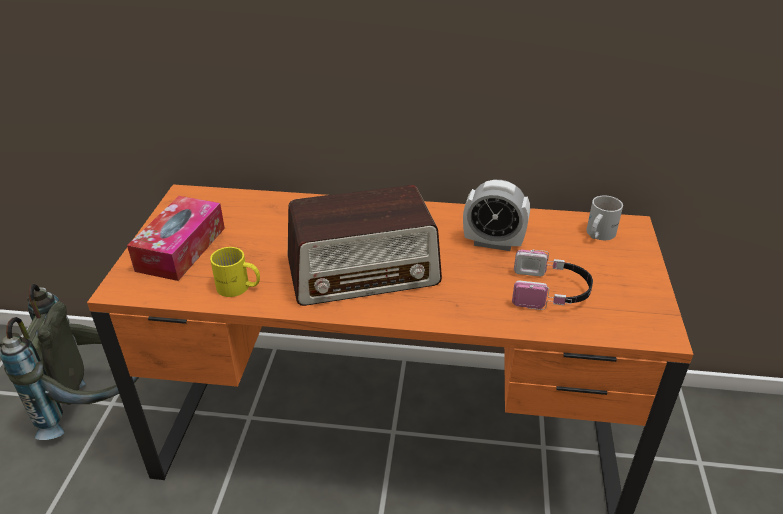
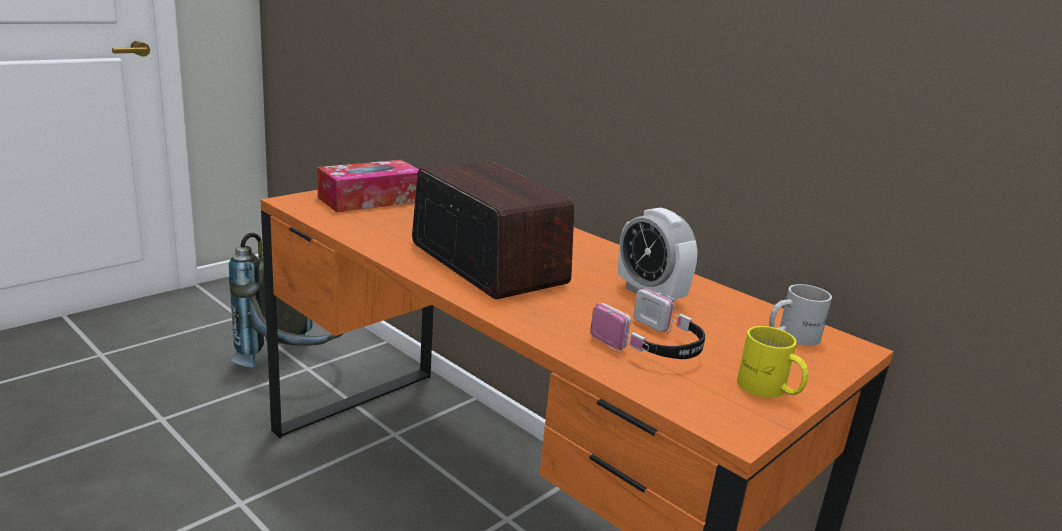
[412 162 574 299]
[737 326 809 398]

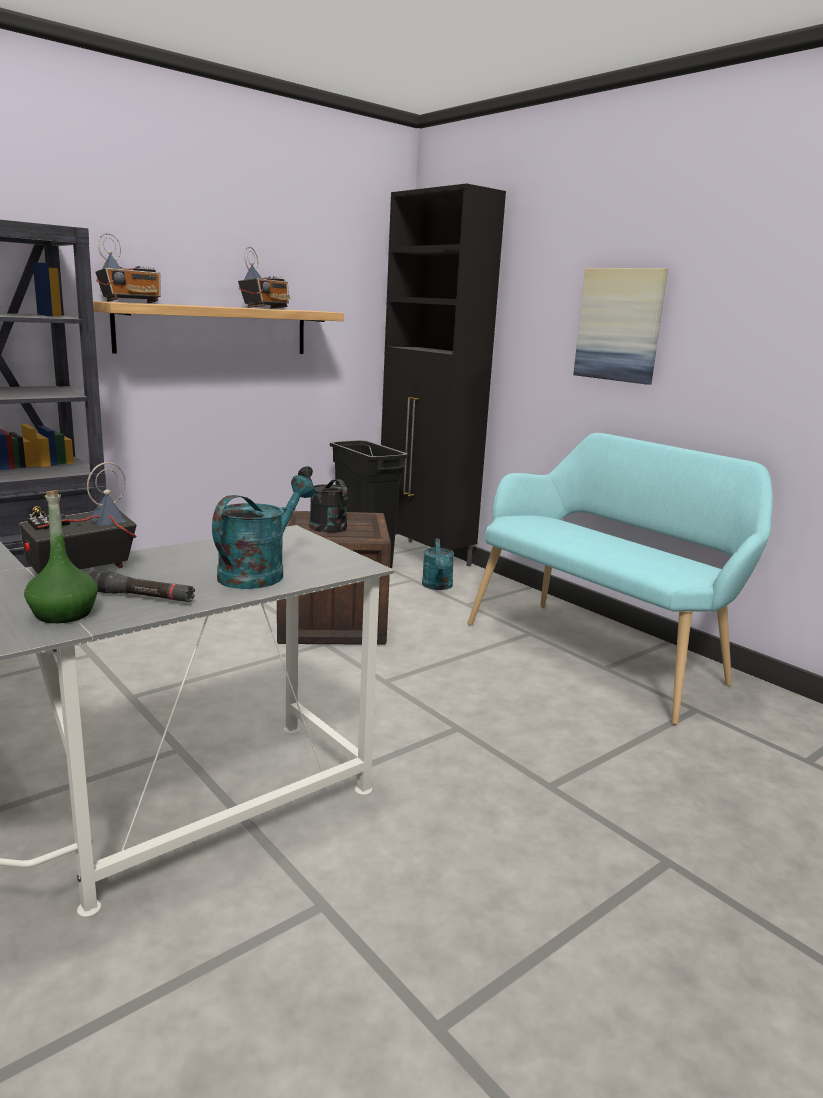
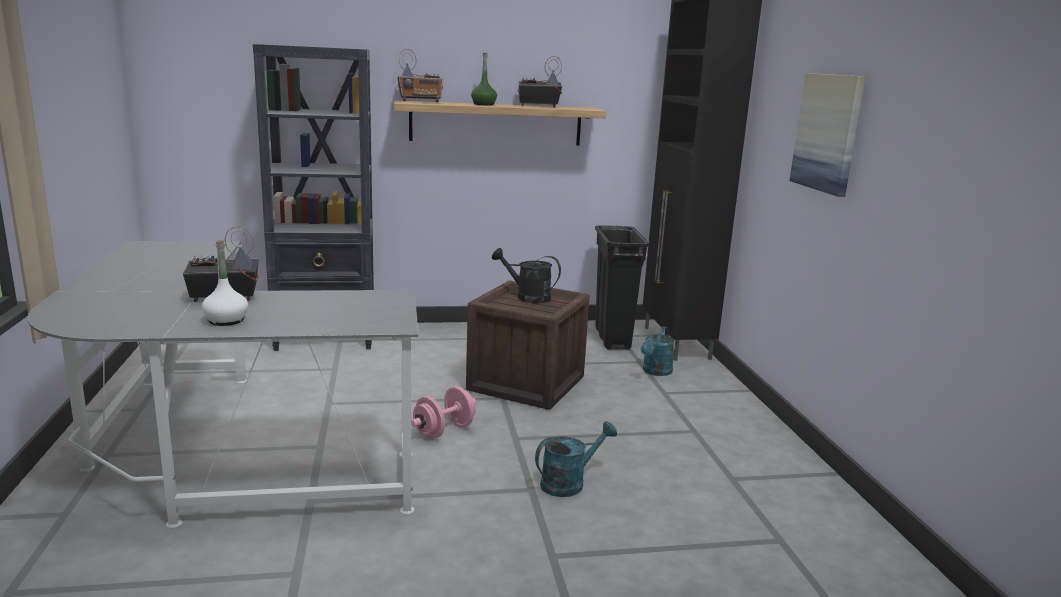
[518 56 562 108]
[468 433 773 725] (first image)
[492 248 561 303]
[535 421 617 497]
[471 53 497 106]
[202 240 248 326]
[411 386 476 439]

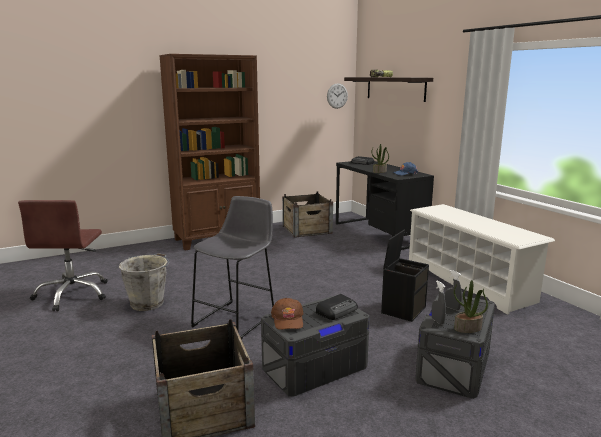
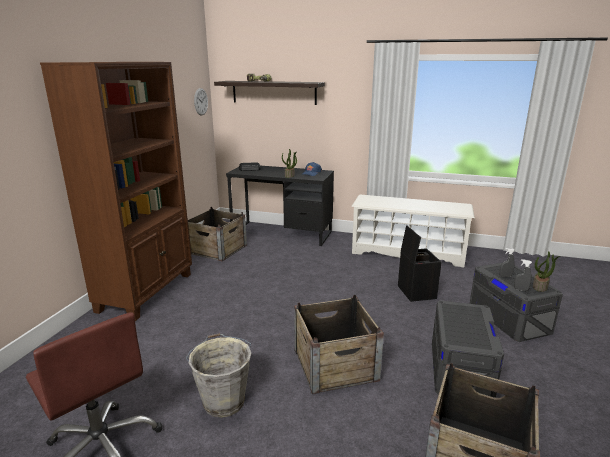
[294 295 384 394]
[316 294 358 320] (first image)
[271 298 303 330] (first image)

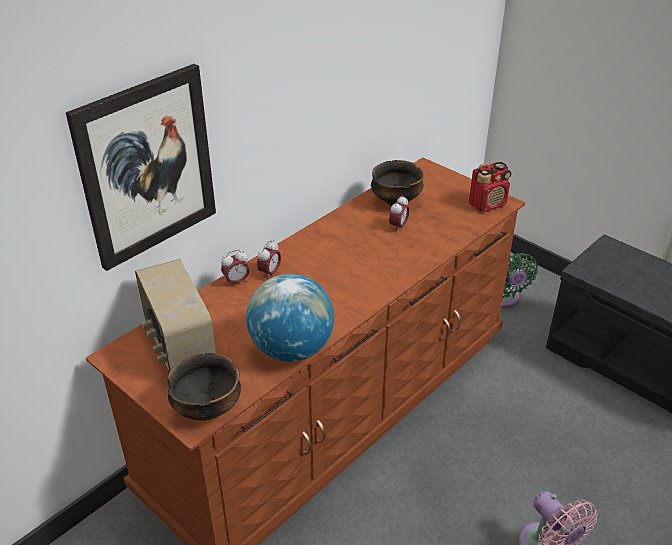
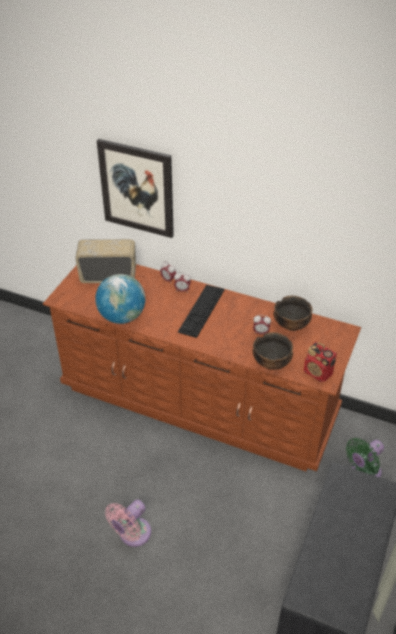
[75 239 136 283]
[253 332 293 370]
[178 285 225 338]

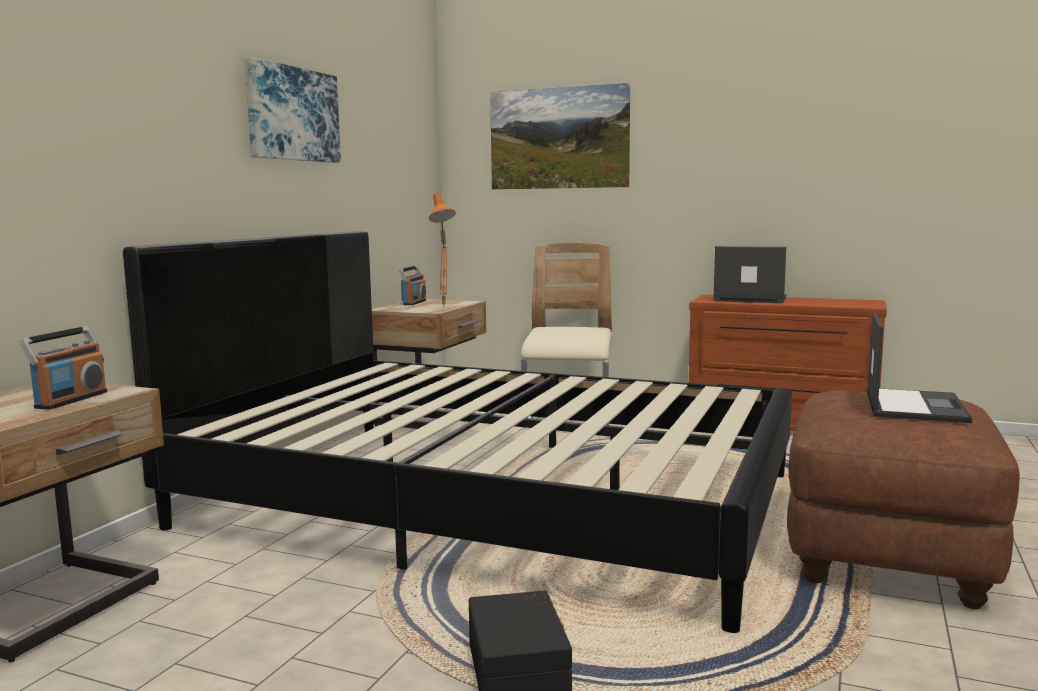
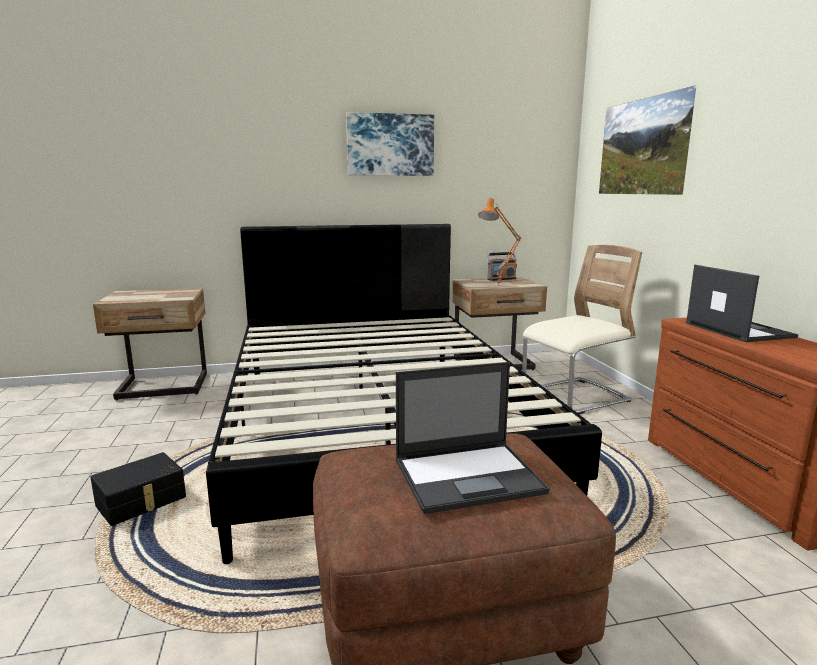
[19 326 107 410] (first image)

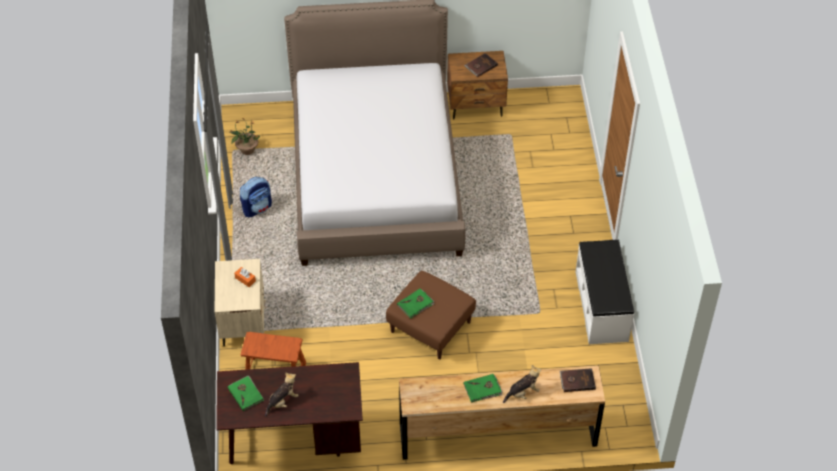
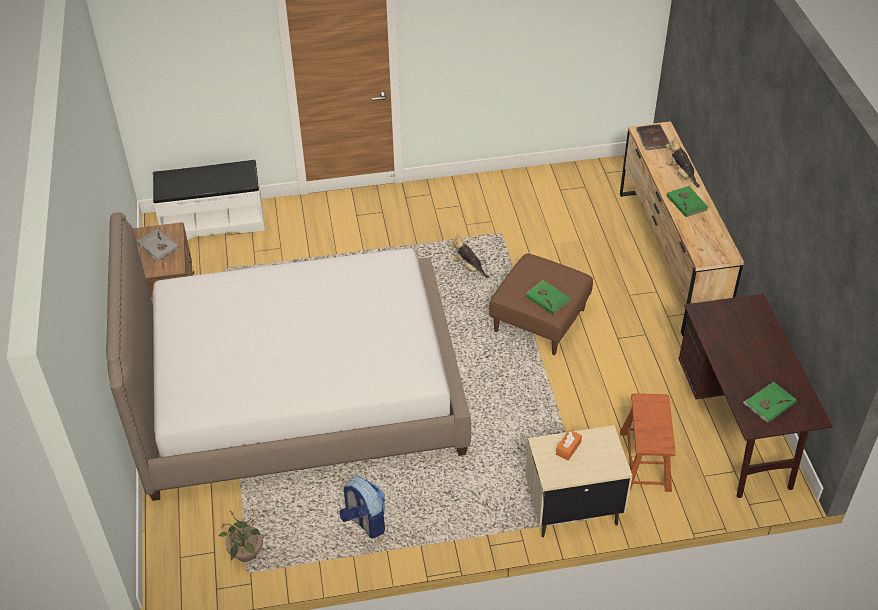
[137 229 179 262]
[153 160 265 240]
[450 234 489 278]

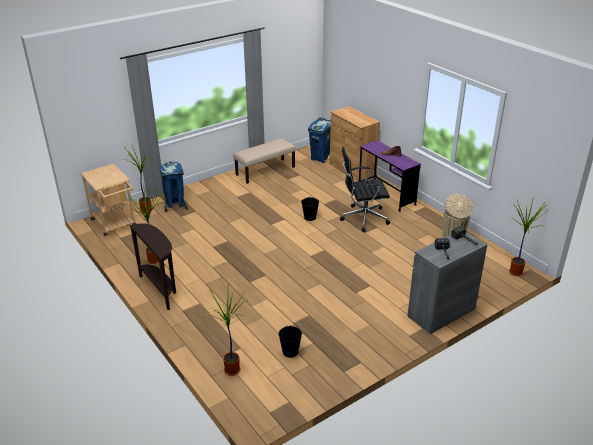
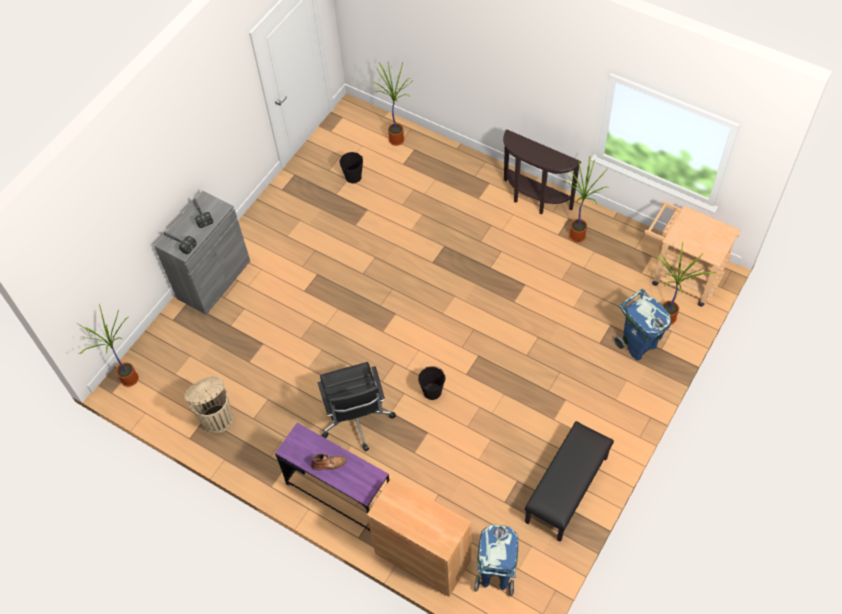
[525 421 614 542]
[318 362 396 451]

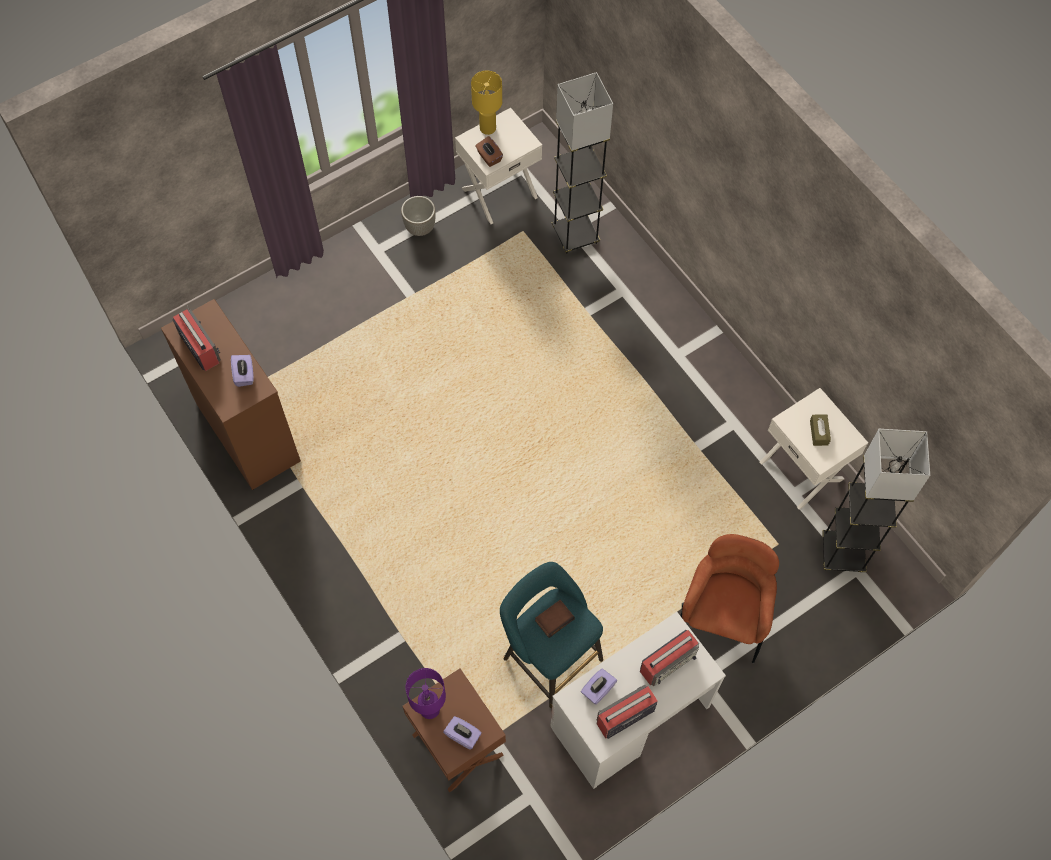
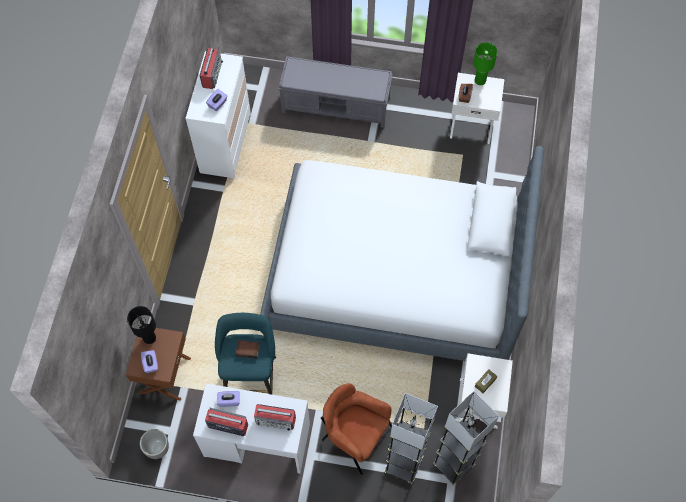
[473 42 498 85]
[384 393 438 484]
[140 429 169 459]
[185 51 251 178]
[321 383 392 475]
[127 306 156 344]
[278 56 393 128]
[260 146 544 361]

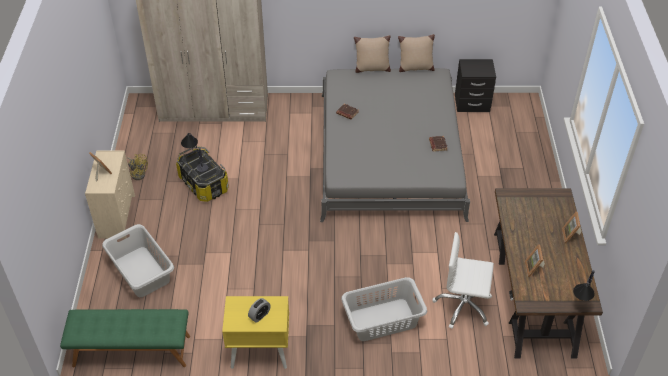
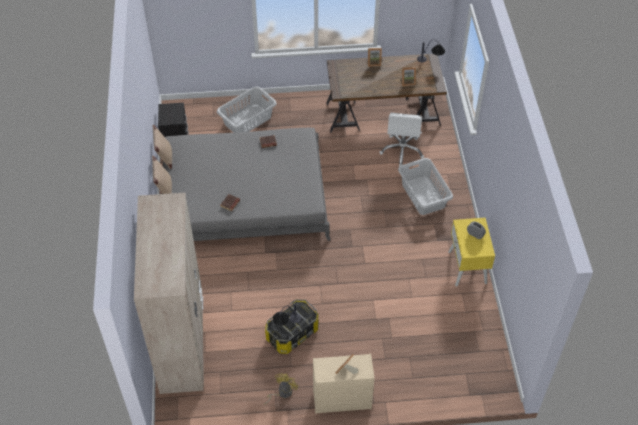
[217 87 277 133]
[60 309 190 367] (first image)

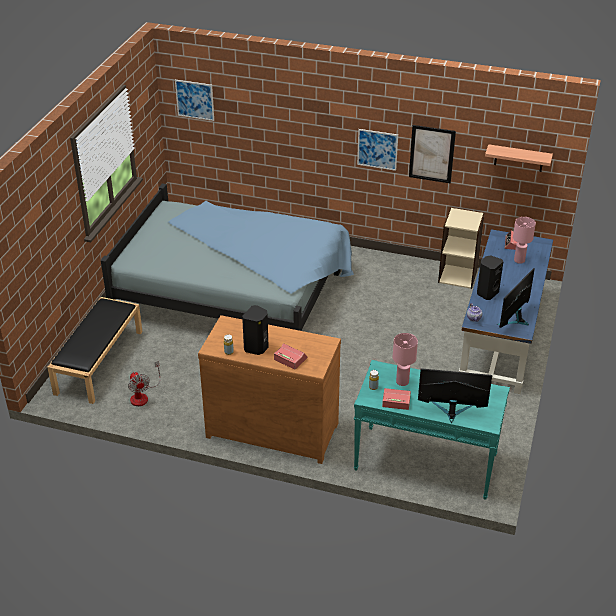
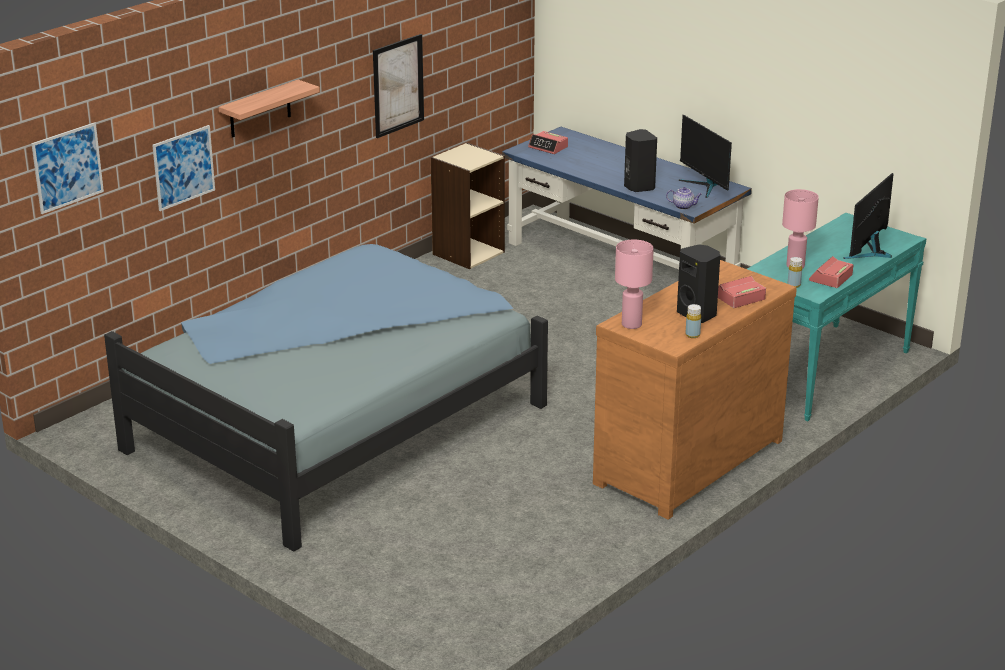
[152 125 215 211]
[219 80 320 138]
[615 239 654 329]
[47 297 143 404] (first image)
[128 361 160 406] (first image)

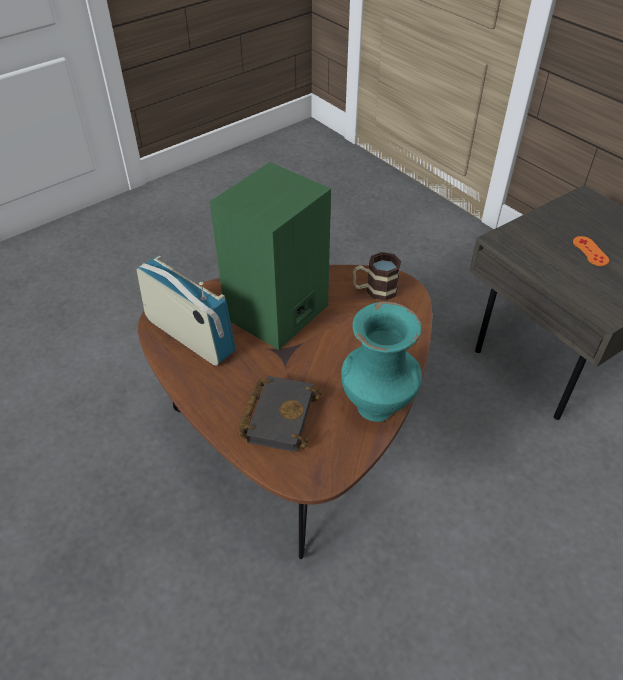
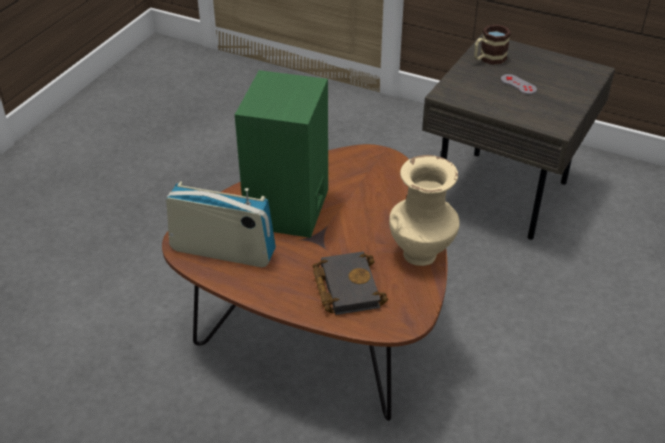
[501 74 537 94]
[474 24 511 65]
[389 155 460 266]

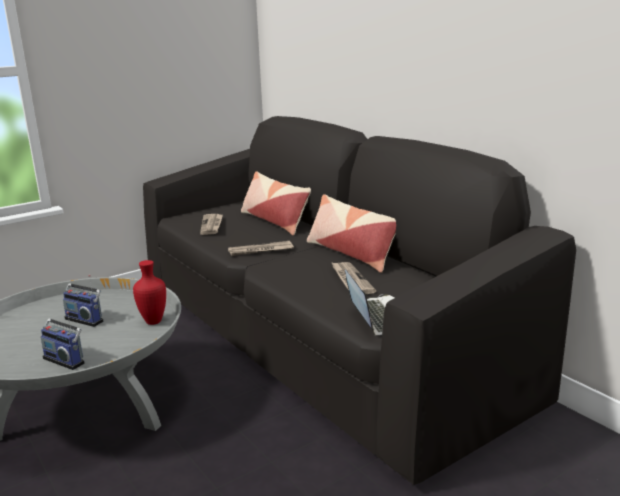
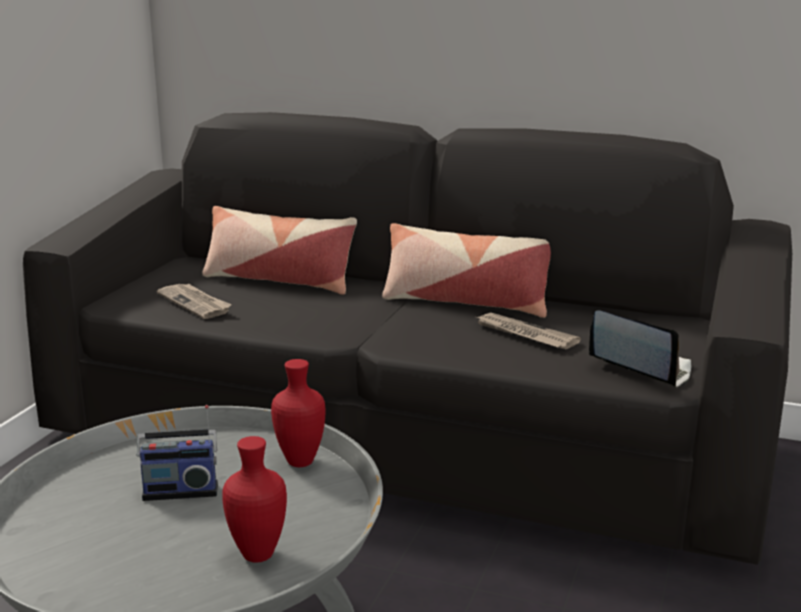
[228 241 294 256] (first image)
[222 436 287 563]

